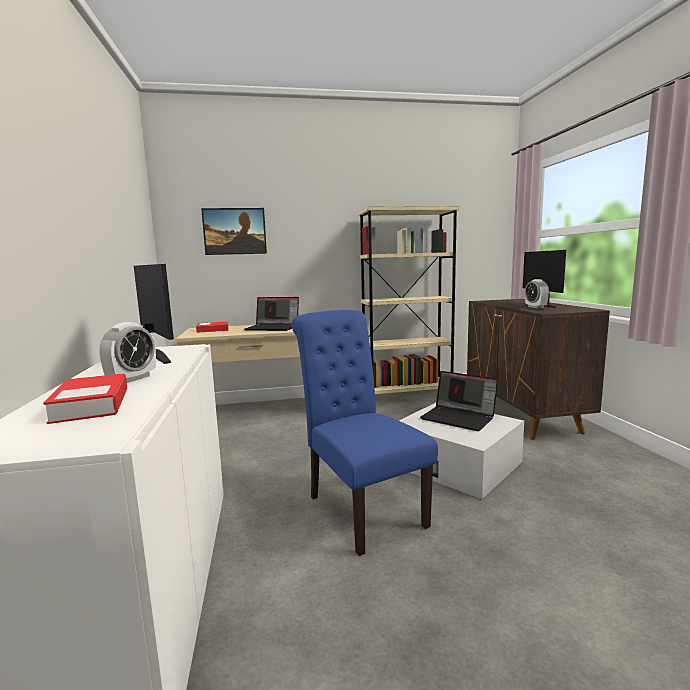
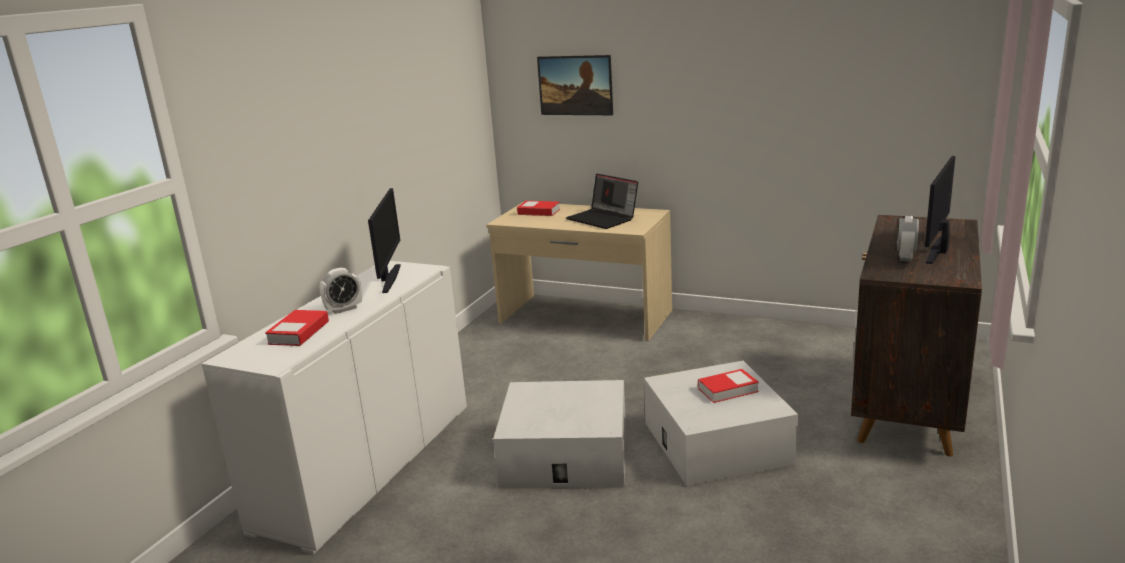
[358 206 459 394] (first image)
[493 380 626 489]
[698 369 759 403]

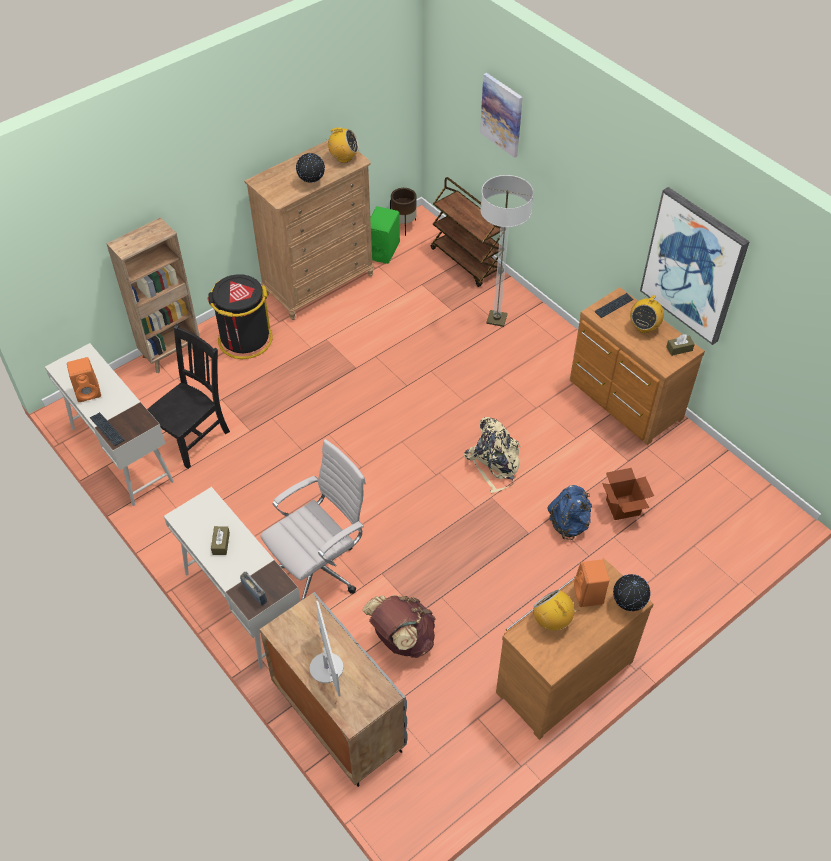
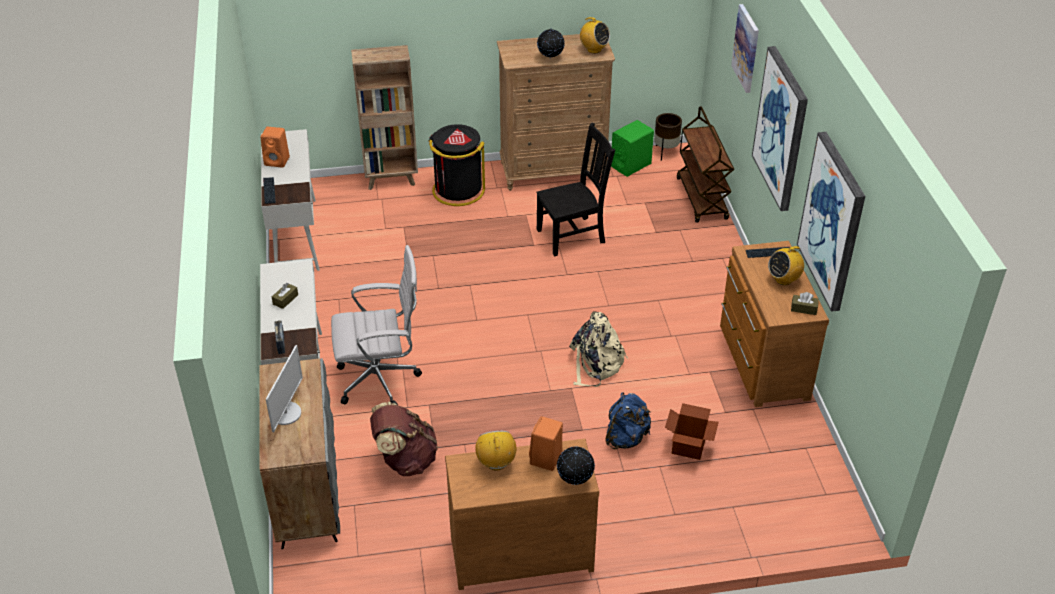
[480 175 534 327] (first image)
[537 122 615 256]
[752 46 808 211]

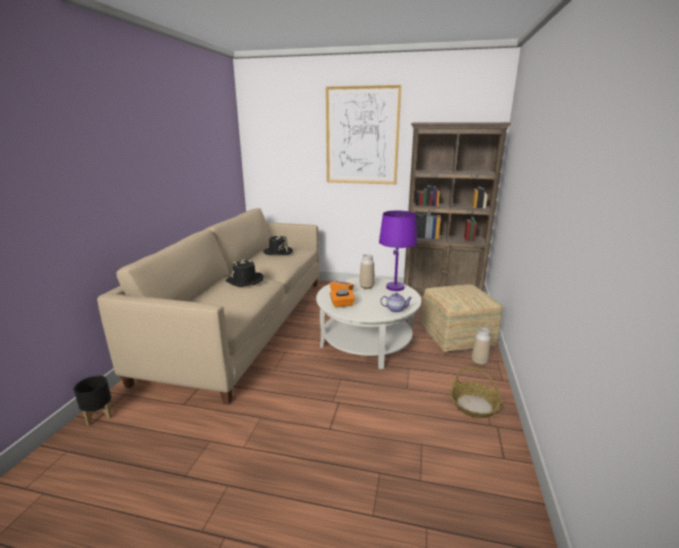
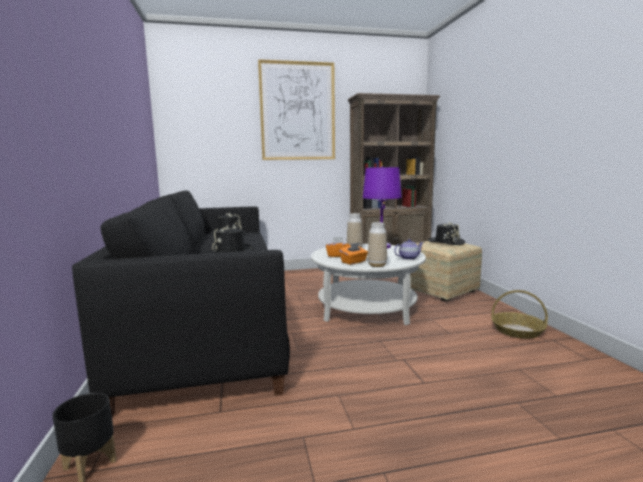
[72 191 290 417]
[368 222 387 267]
[428 222 465 245]

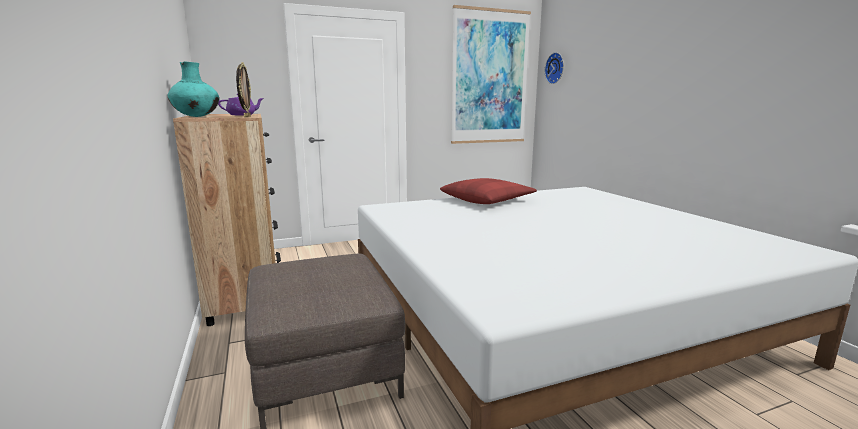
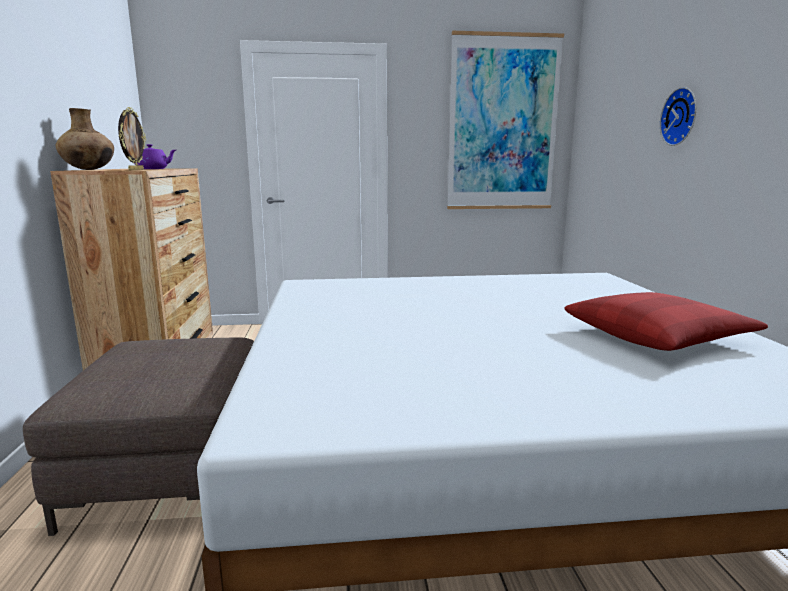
[660 87 697 146]
[55 108 114 170]
[564 292 768 351]

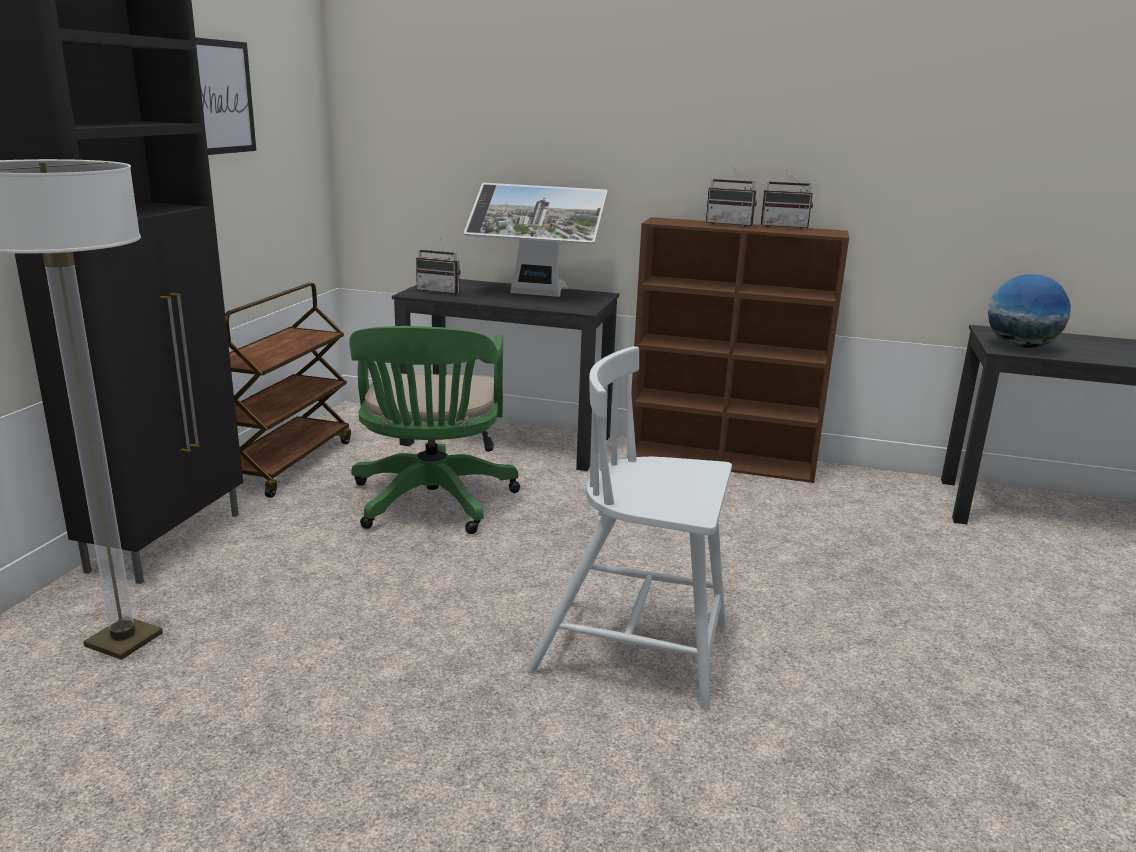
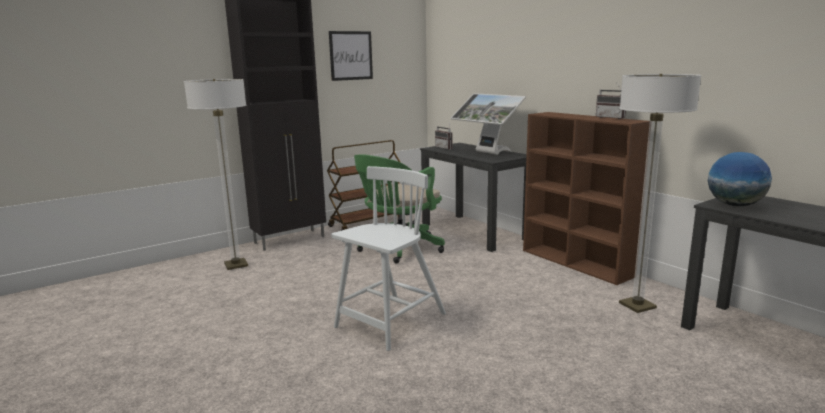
[706 168 757 227] (first image)
[331 166 446 351]
[619 74 702 313]

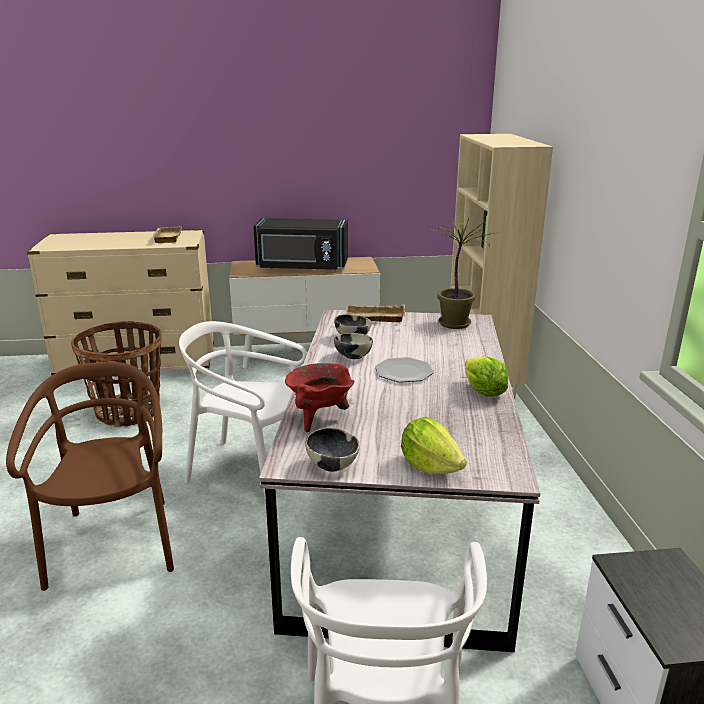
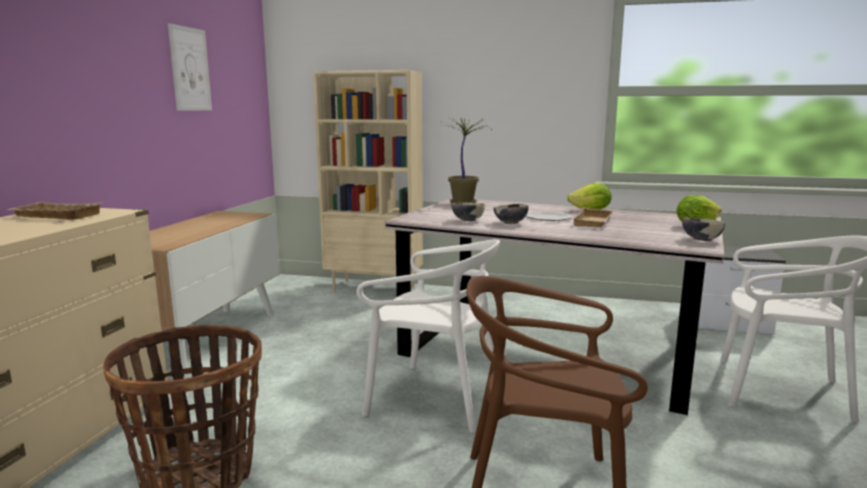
[253 218 348 271] (first image)
[573 207 614 228]
[357 239 500 433]
[285 363 354 432] (first image)
[168 23 212 111]

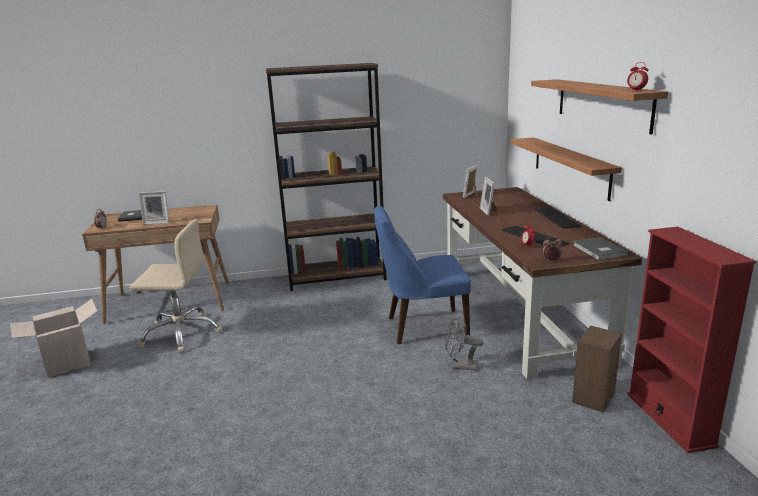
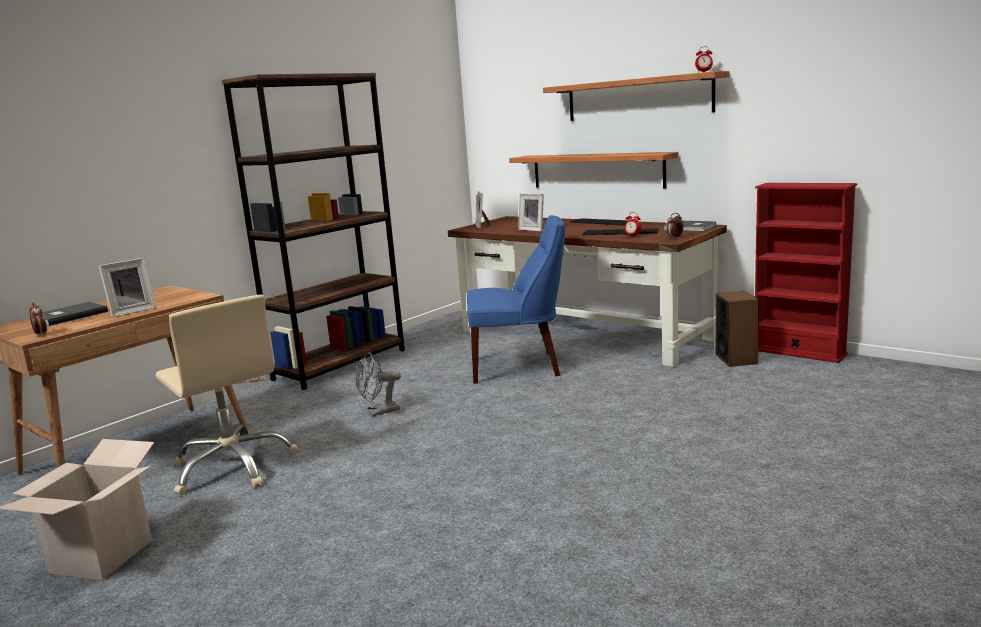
[467 215 565 384]
[155 294 298 495]
[356 352 401 416]

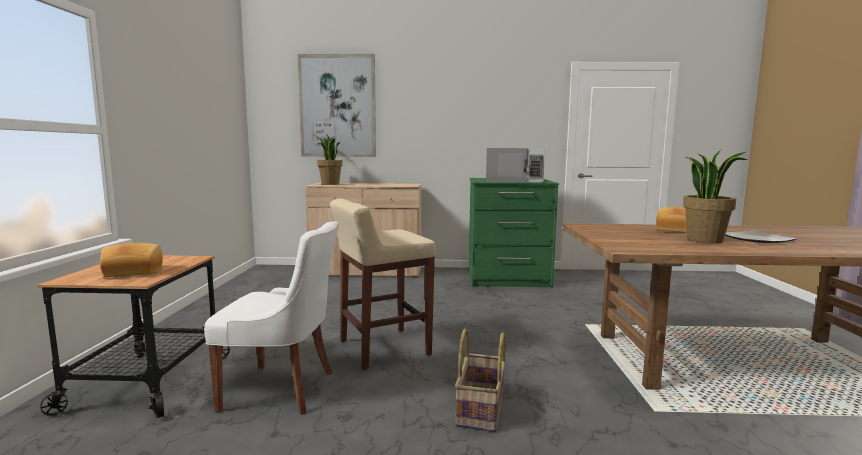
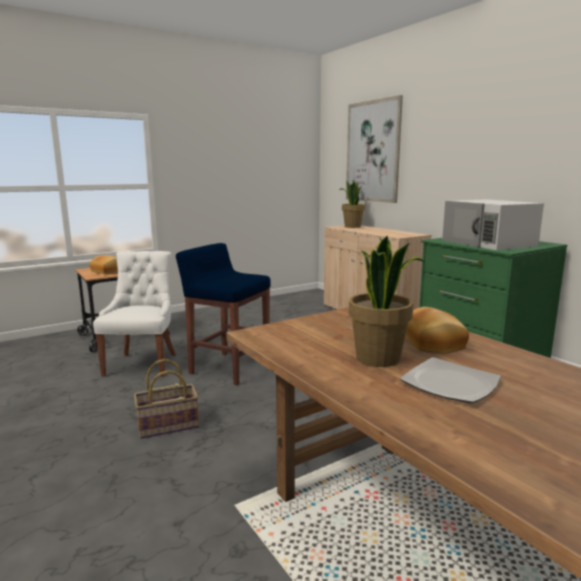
[176 243 271 385]
[93 251 176 377]

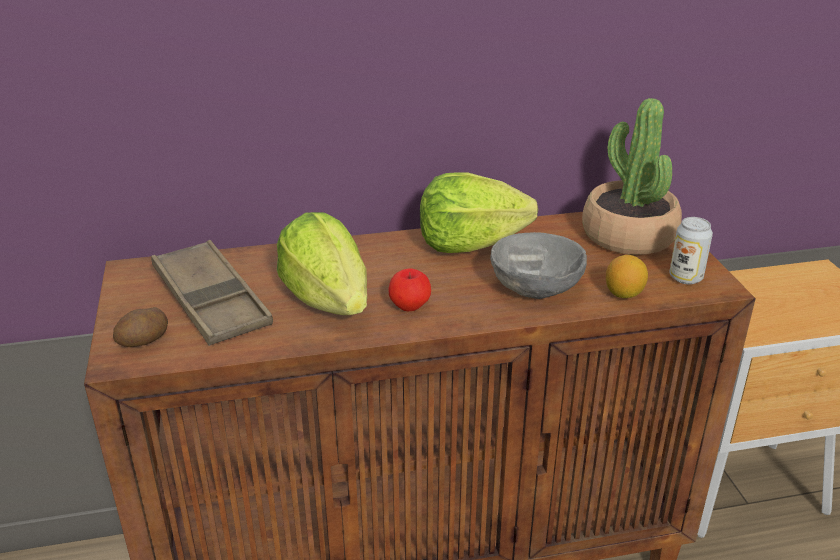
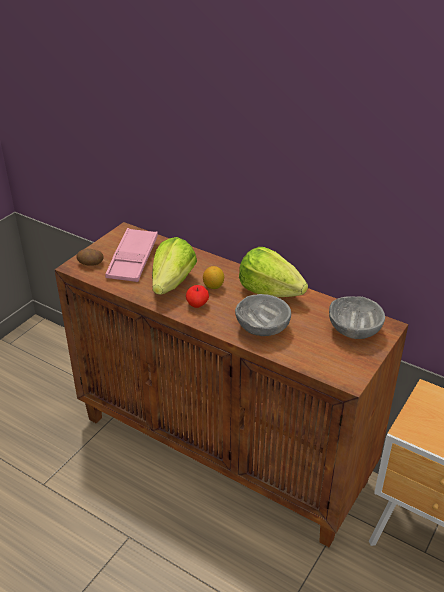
[329 296 385 339]
[670 217 713 284] (first image)
[105 228 158 282]
[203 266 224 289]

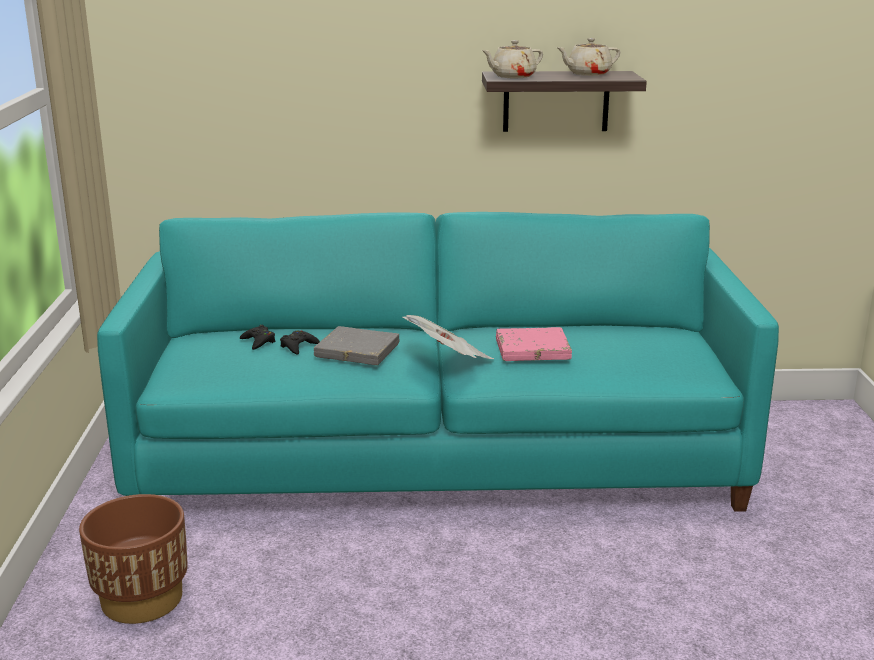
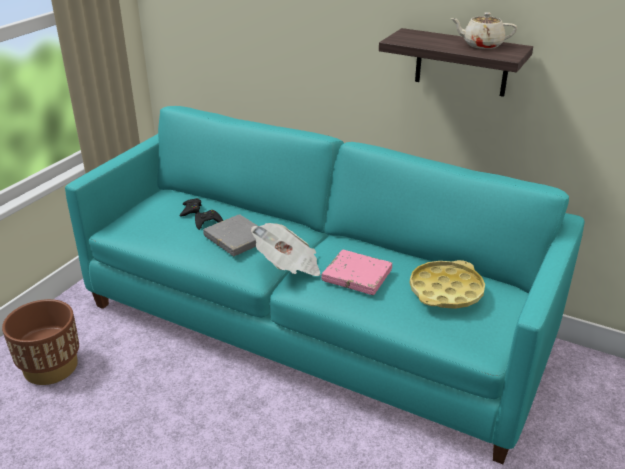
[482 40 543 78] (first image)
[410 260 485 309]

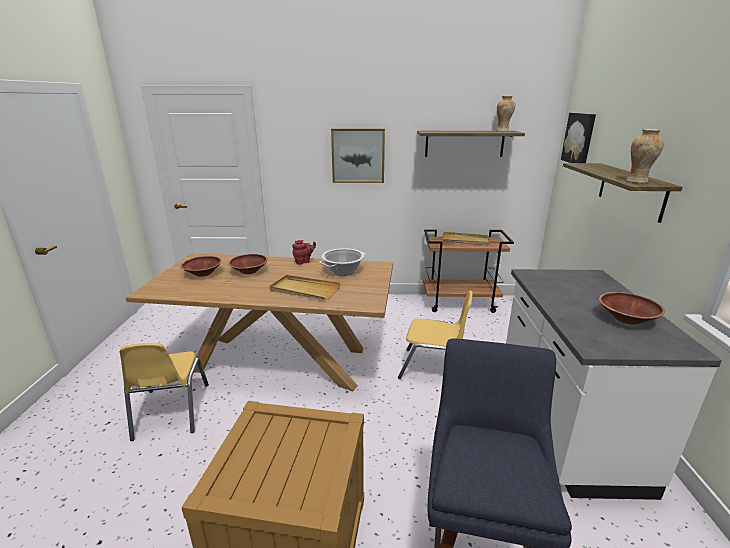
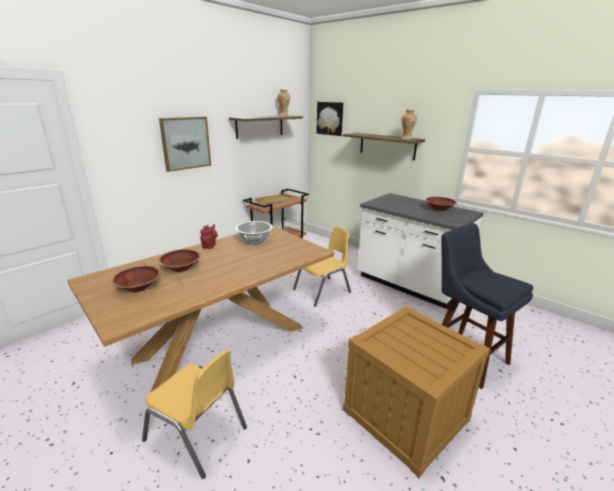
[269 275 341 300] (first image)

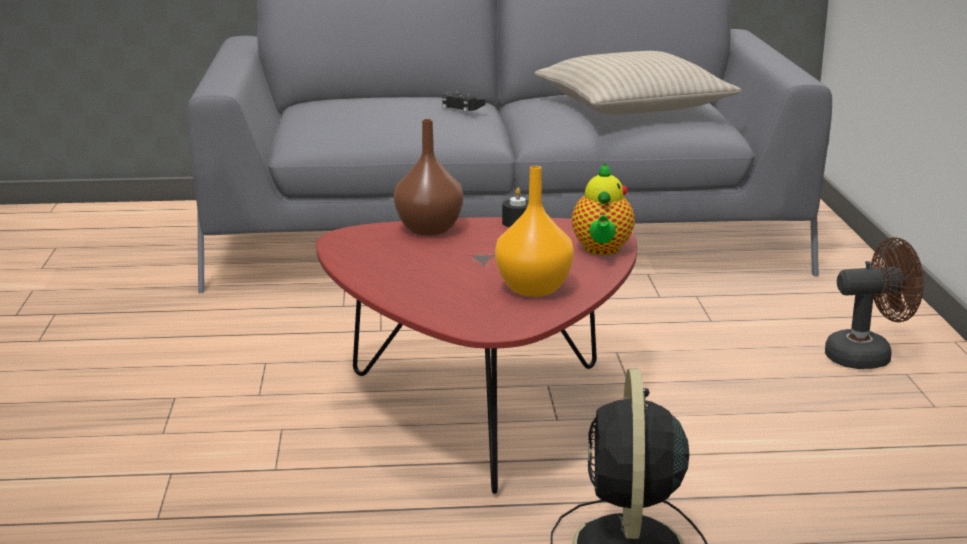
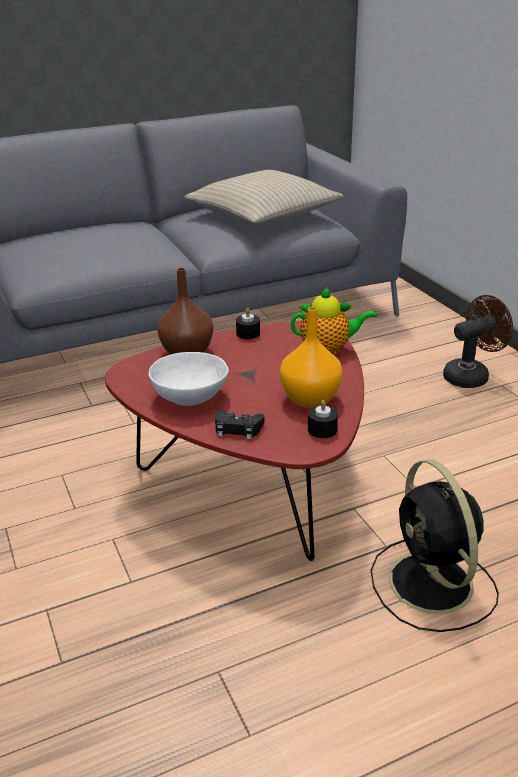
[215 410 265 439]
[291 286 377 355]
[149 352 229 406]
[308 400 338 438]

